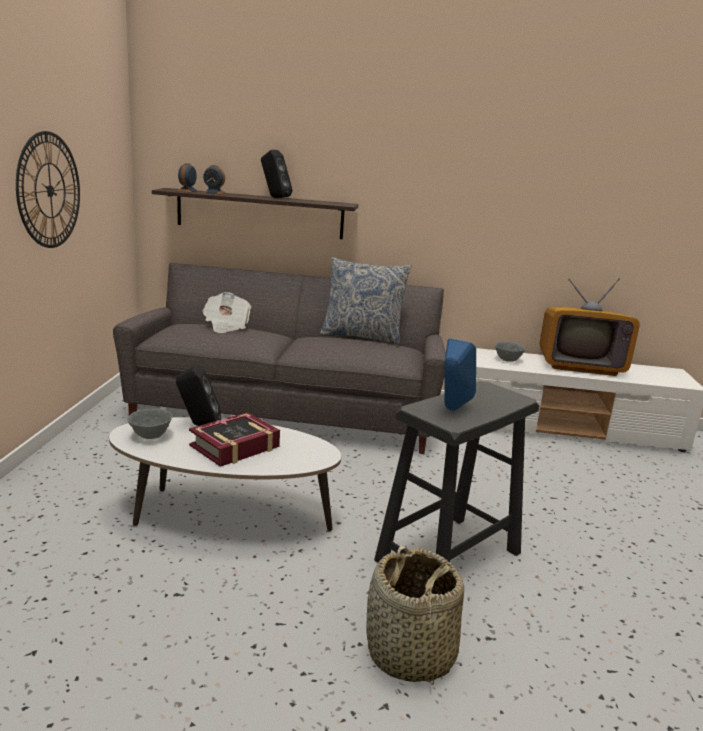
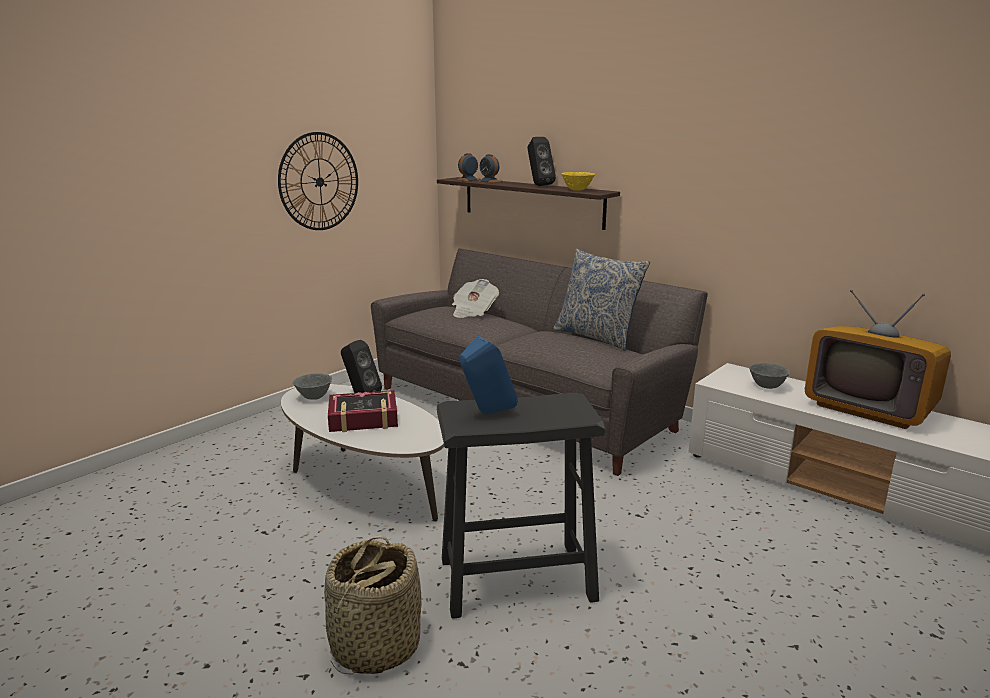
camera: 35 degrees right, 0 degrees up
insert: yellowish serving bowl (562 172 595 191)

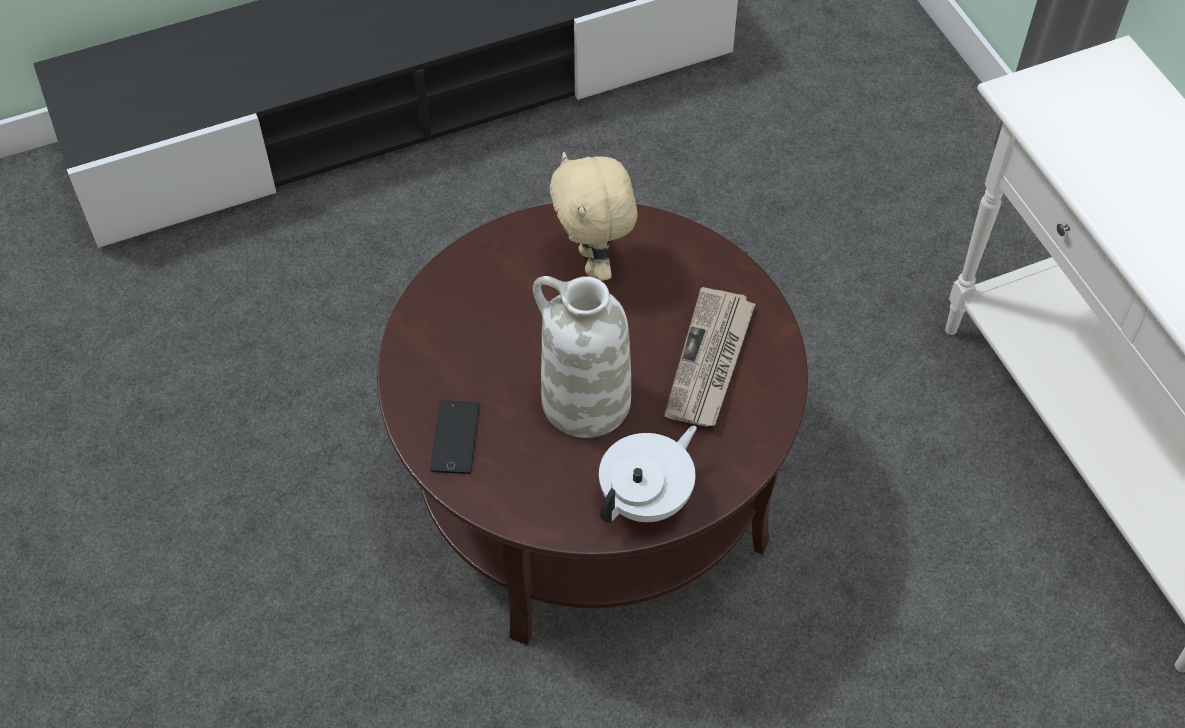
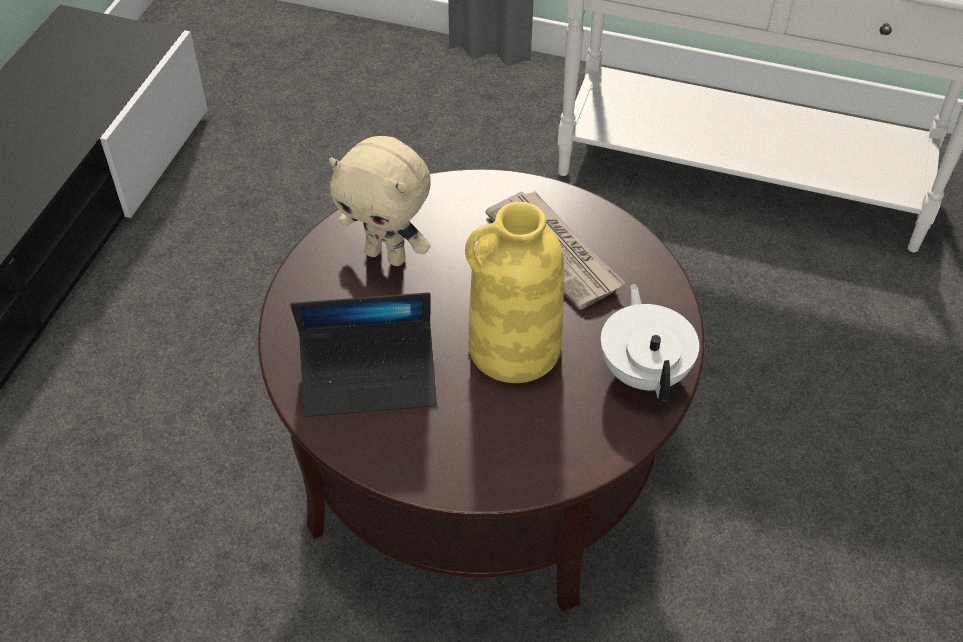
camera: 50 degrees left, 5 degrees down
delete: phone (430 400 480 474)
insert: portable computer (290 292 437 417)
recolor: white-coloured decorative vase (533 276 631 438) to yellowish decorative vase (465 202 564 383)

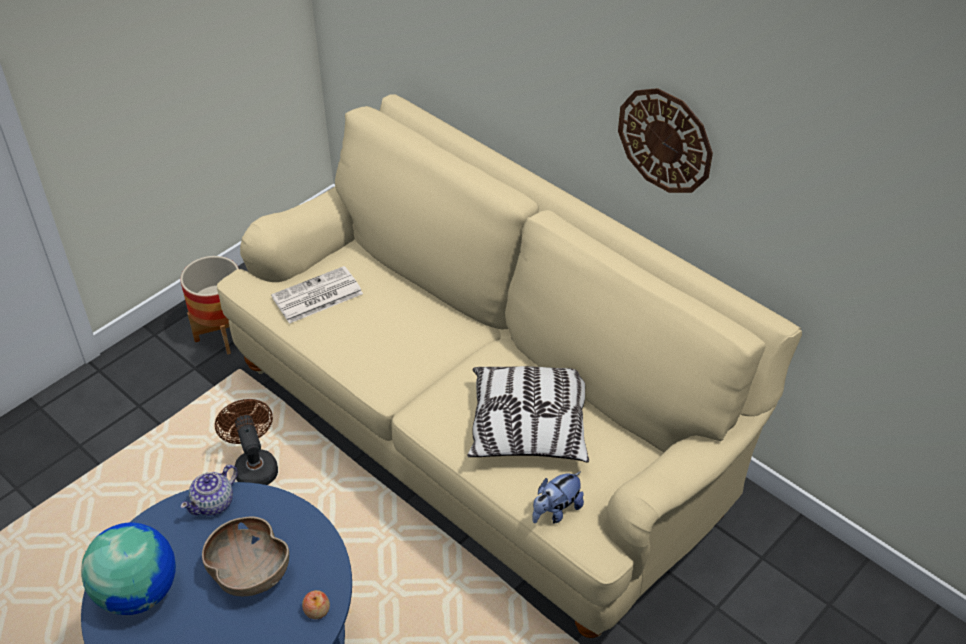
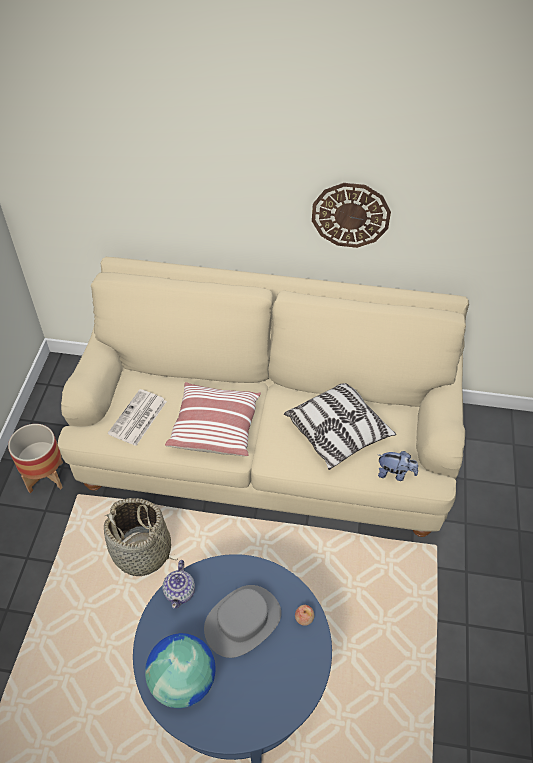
camera: 35 degrees left, 5 degrees up
insert: pillow (165 382 261 457)
replace: brown-coloured serving bowl (202 516 289 596) to grey hat (204 585 281 658); brown-coloured electric fan (215 399 278 485) to household basket (104 498 178 576)
rotate: cuddly toy (532 471 584 524) = (378 451 418 481) 90 degrees counterclockwise

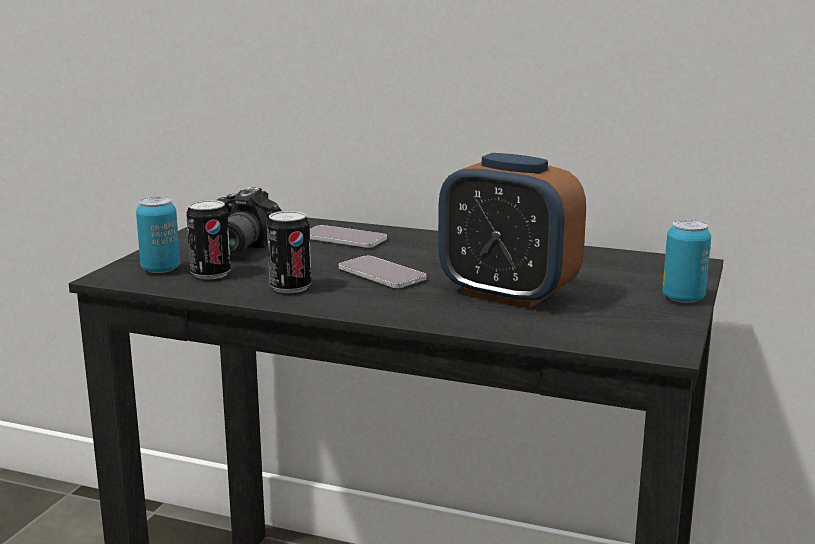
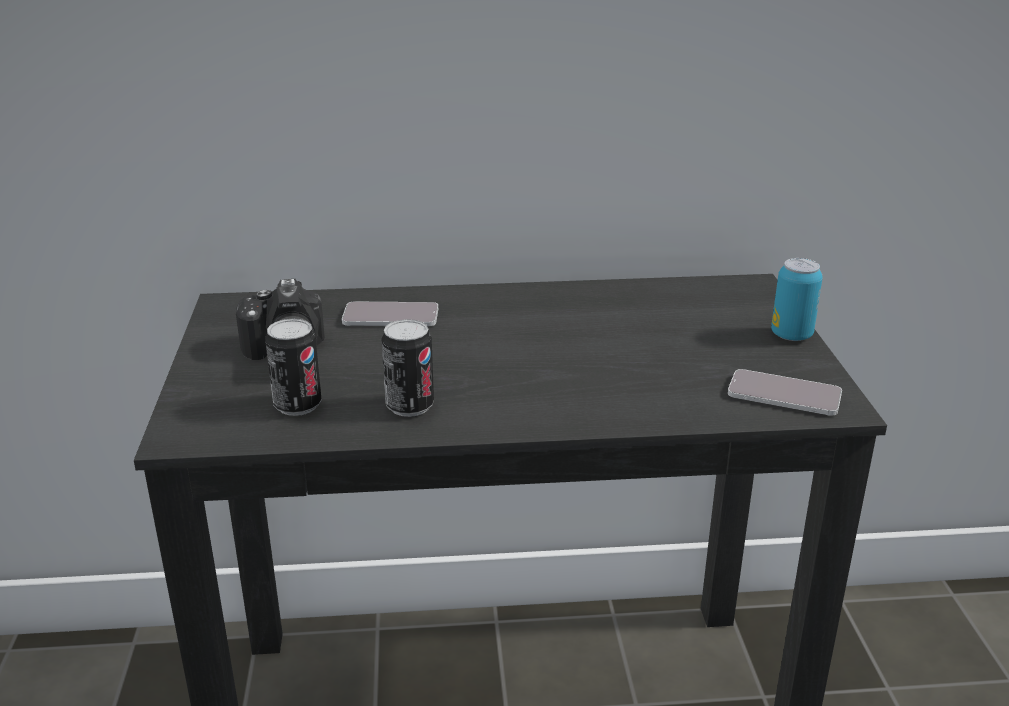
camera: 25 degrees left, 10 degrees up
delete: sealed can (136 197 180 273); table clock (438 153 586 308)
move: phone (339 256 427 288) to (728 369 842 416)

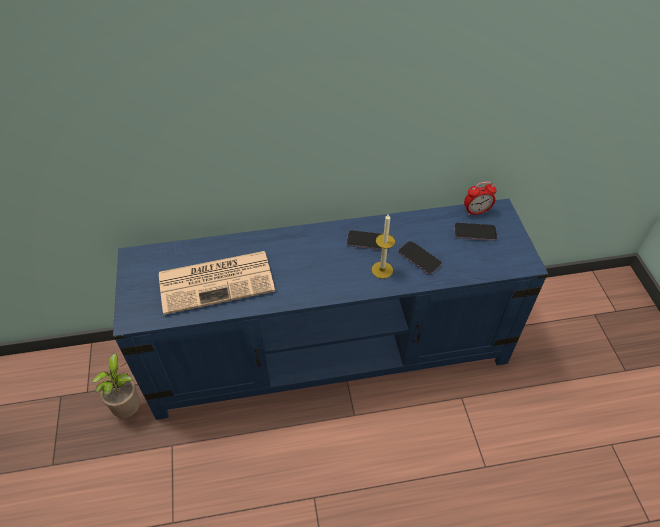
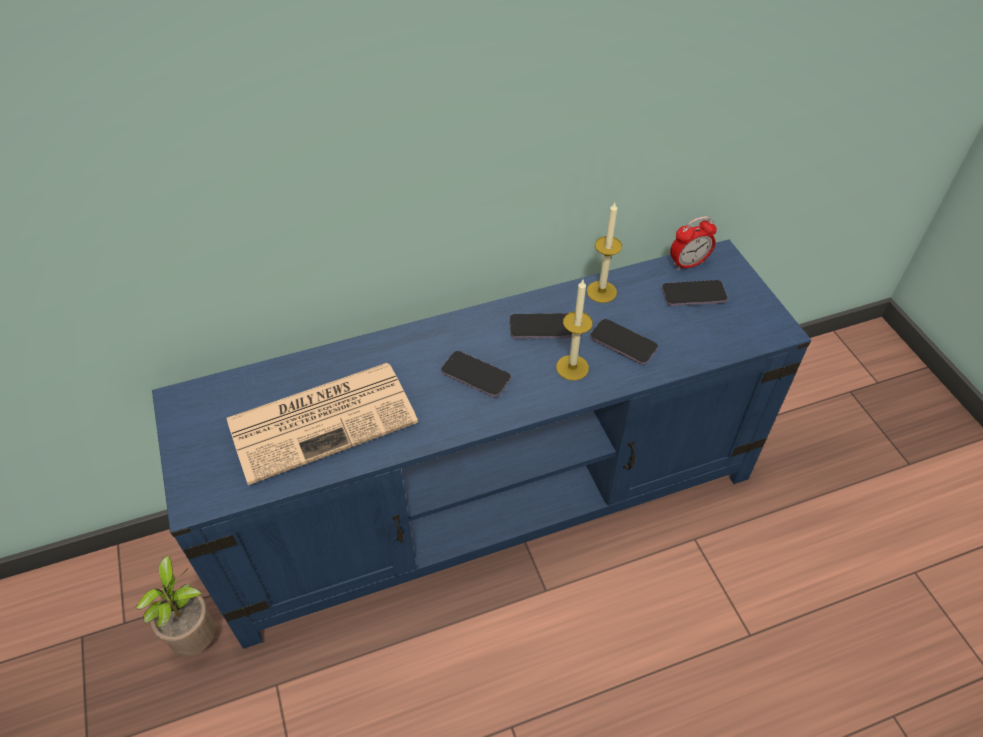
camera: 10 degrees left, 0 degrees up
insert: phone (441 351 511 397); wax light (587 203 622 303)

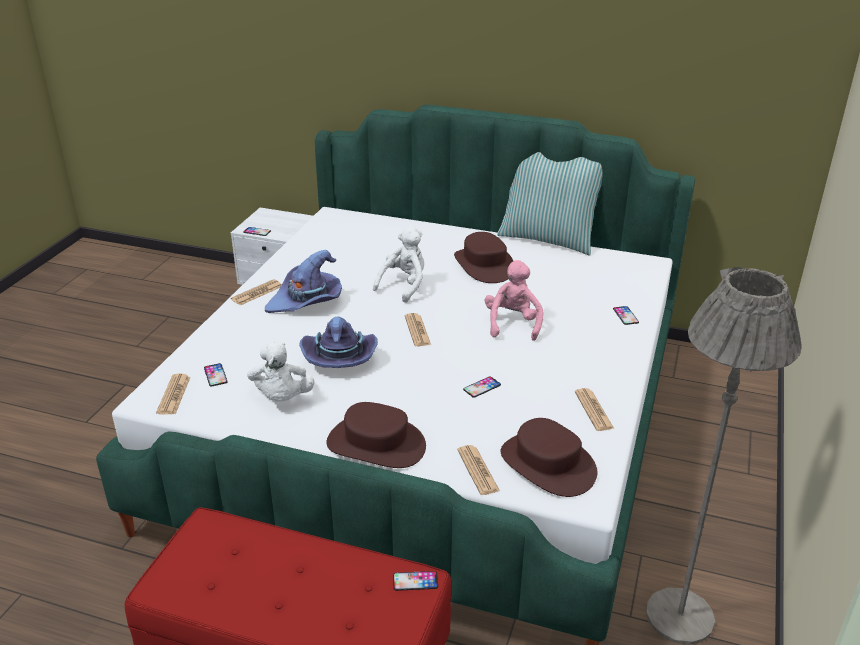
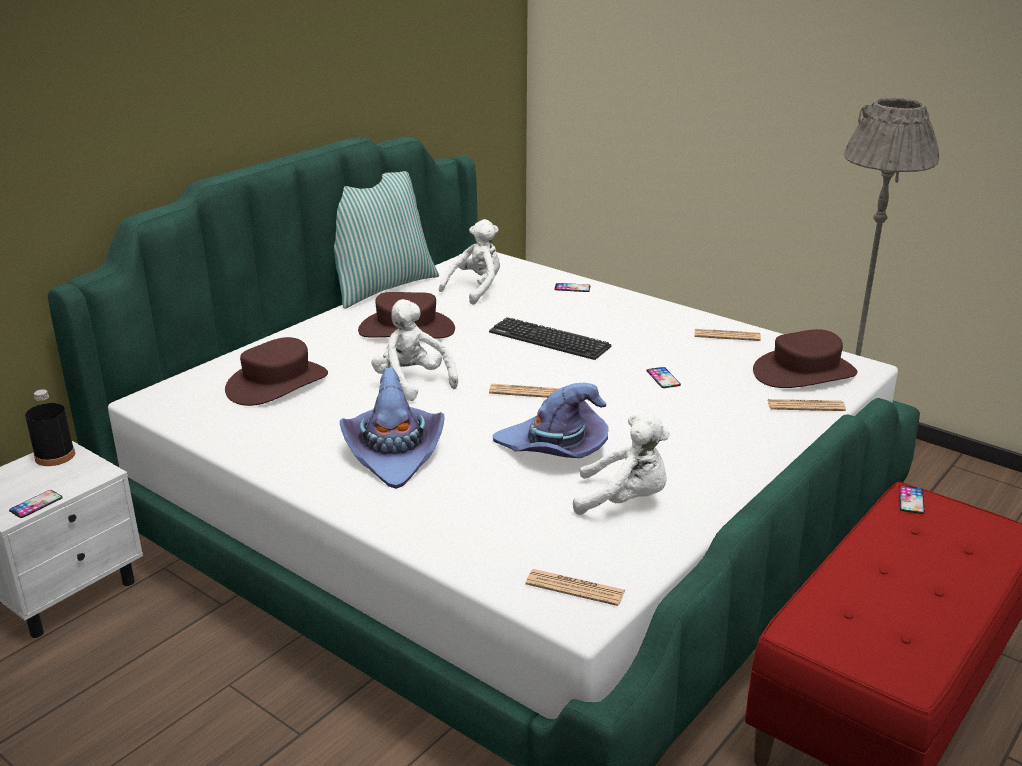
camera: 70 degrees left, 5 degrees down
delete: phone (204 363 227 386); daily paper (231 279 281 305)
insert: black-coloured drink bottle (25 389 75 466); white-coloured cuddly toy (439 219 500 305)
move: brown-coloured hat (326 402 426 468) to (225 337 328 406)
replace: pink-coloured cuddly toy (484 260 543 341) to computer keyboard (489 317 612 360)

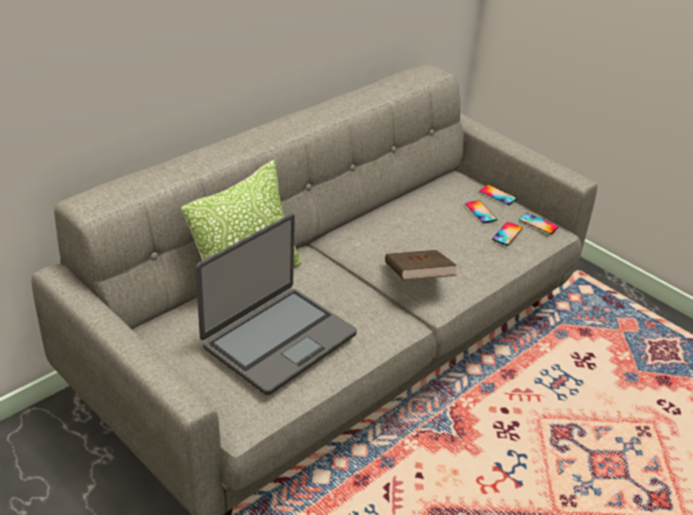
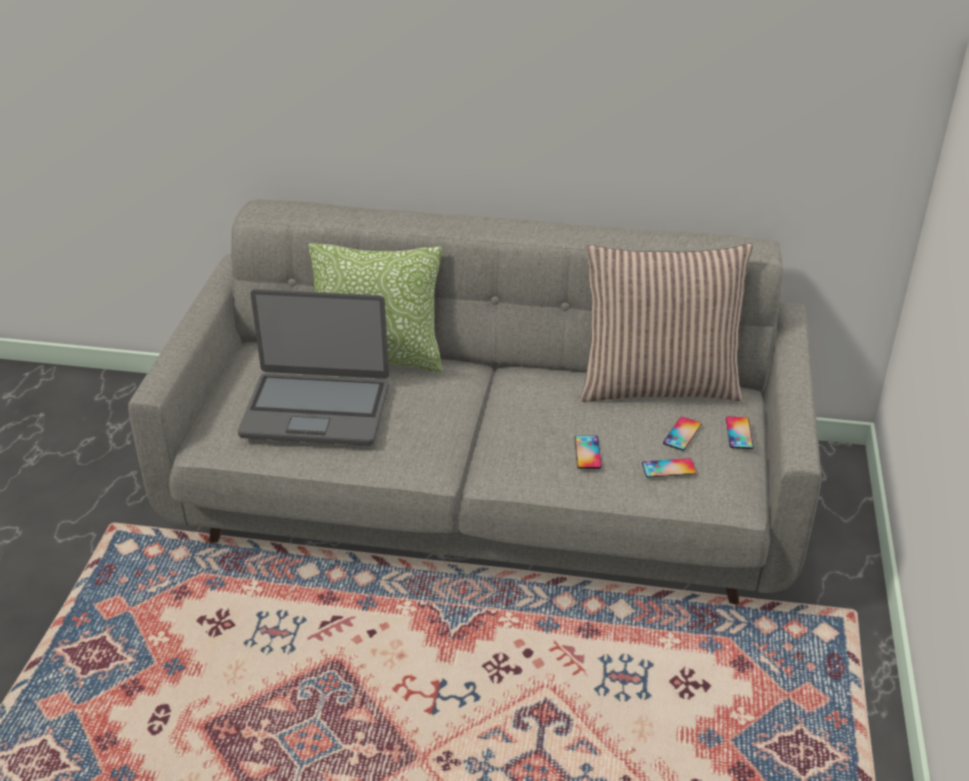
camera: 55 degrees right, 0 degrees up
delete: brown-coloured book (385 250 457 280)
insert: pillow (581 244 753 402)
move: phone (519 213 559 234) to (575 435 602 469)

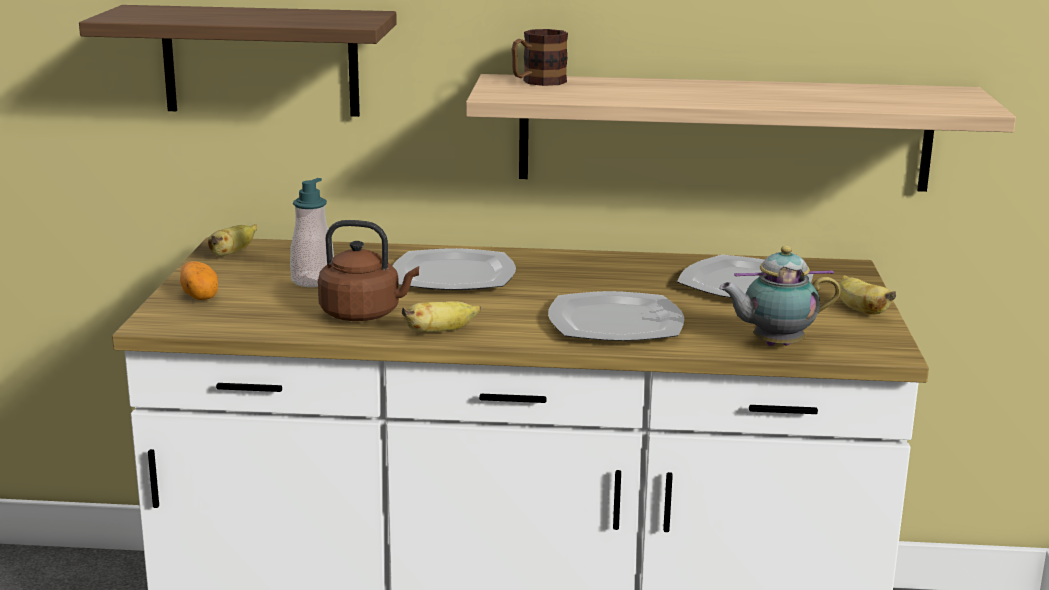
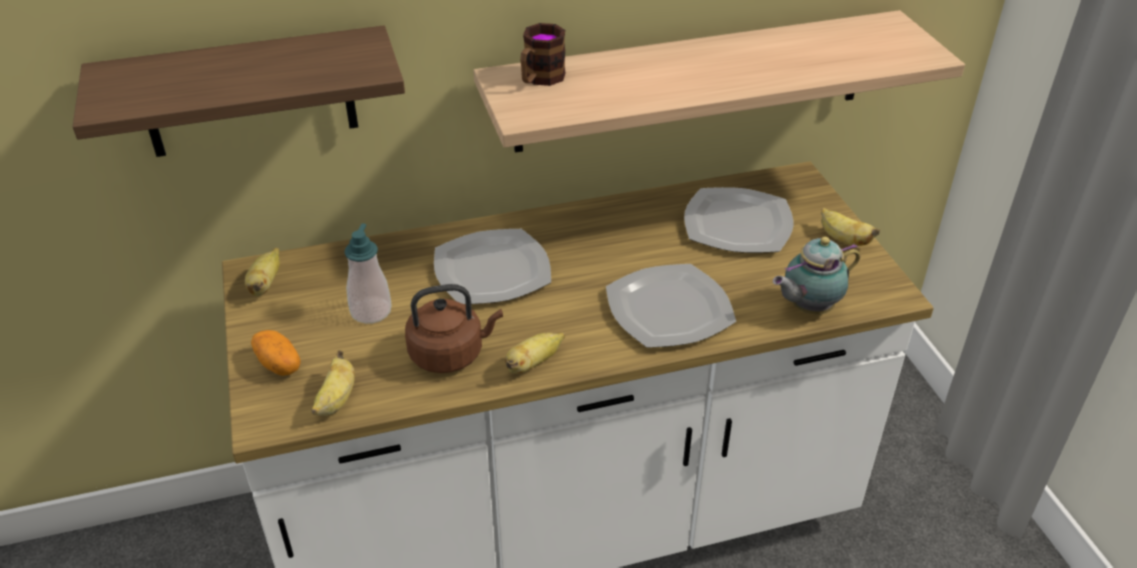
camera: 20 degrees left, 20 degrees up
insert: banana fruit (311 350 355 416)

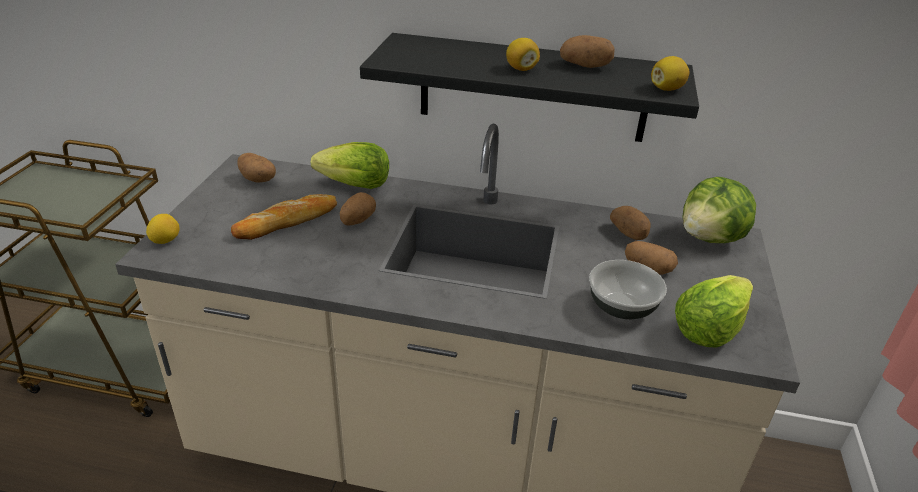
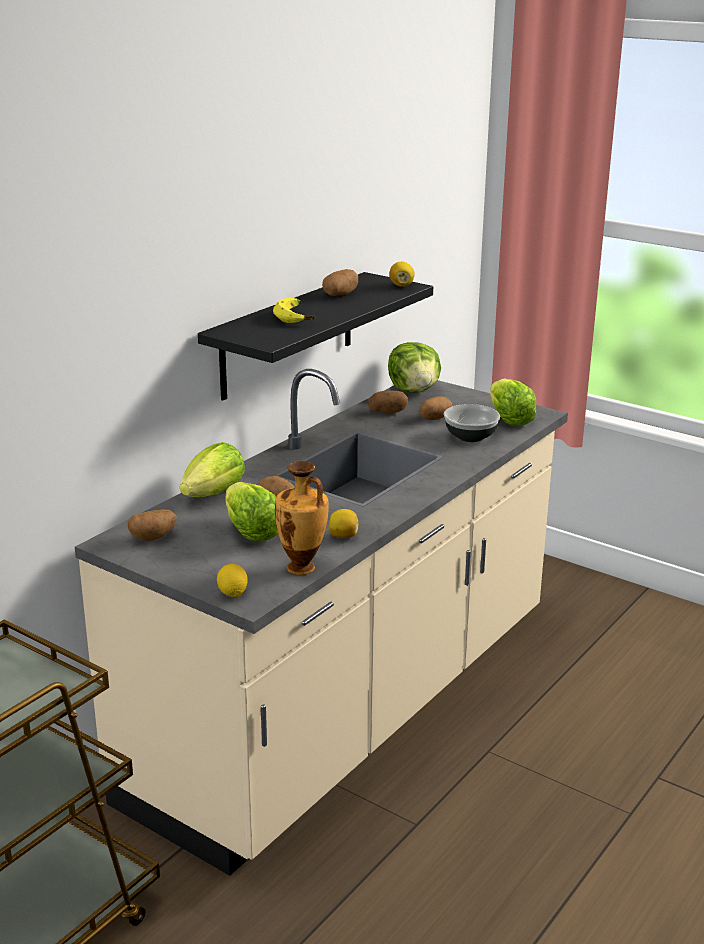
camera: 65 degrees left, 10 degrees down
insert: banana fruit (273 298 315 323); decorative vase (275 461 329 575)
move: lemon (506 38 540 71) to (329 509 358 538)
replace: baked bread (231 194 337 240) to lettuce head (225 482 278 542)

